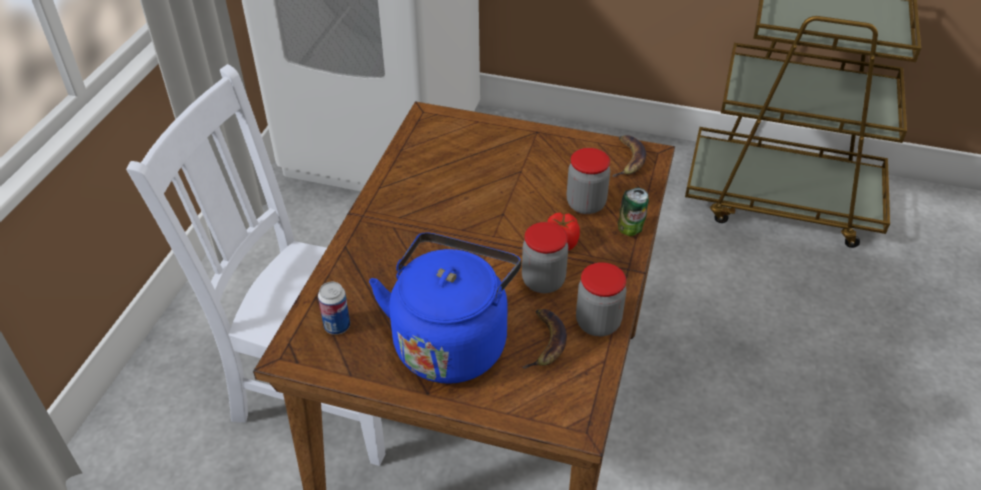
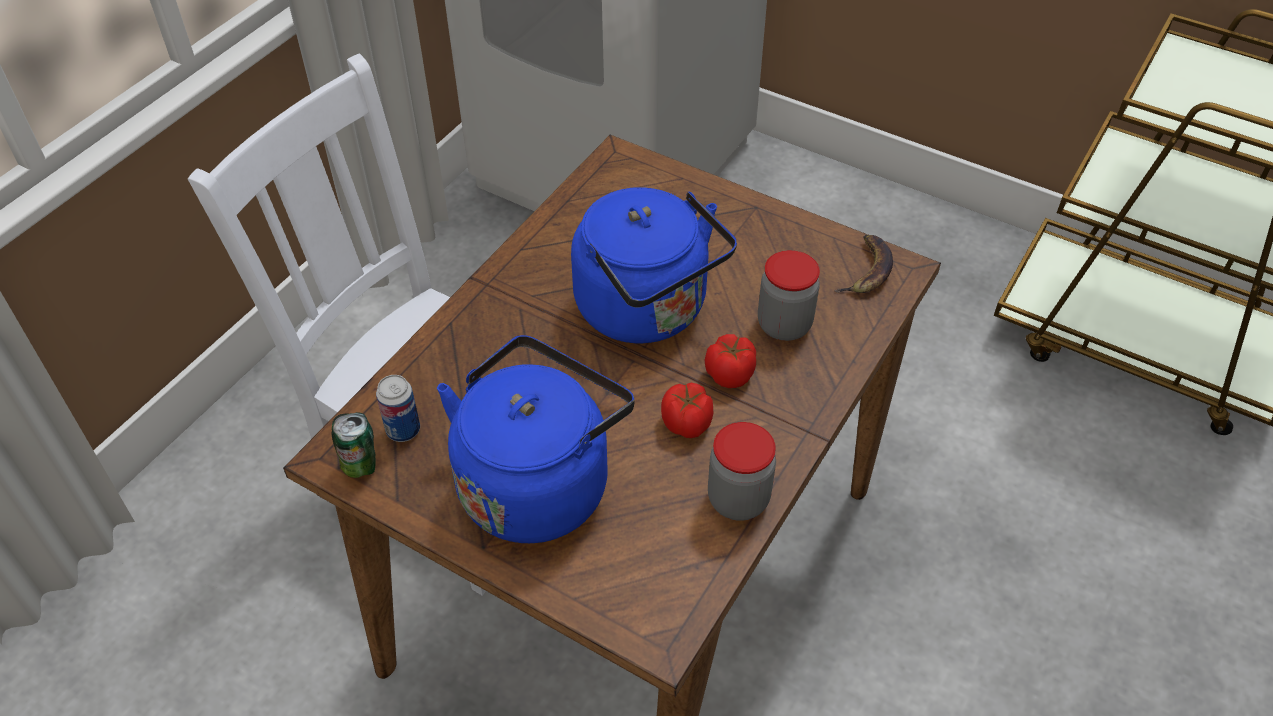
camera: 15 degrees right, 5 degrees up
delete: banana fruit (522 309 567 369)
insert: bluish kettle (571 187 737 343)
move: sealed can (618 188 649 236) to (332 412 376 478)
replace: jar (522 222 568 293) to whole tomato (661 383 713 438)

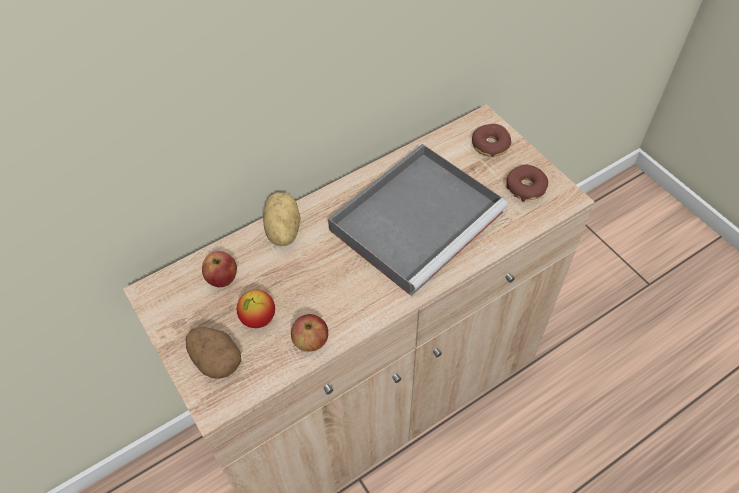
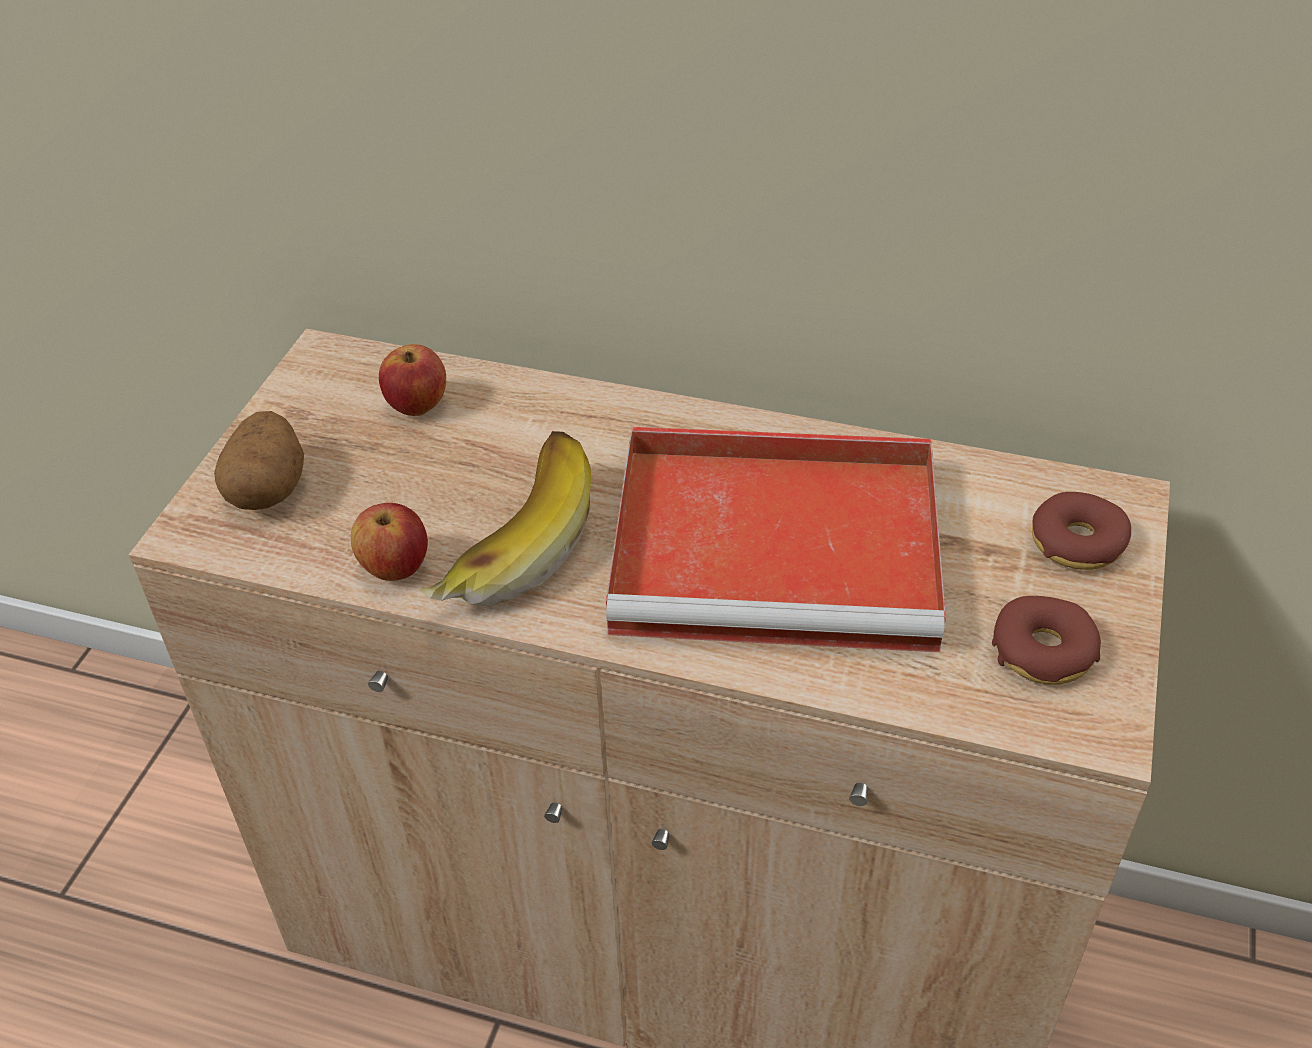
camera: 50 degrees right, 10 degrees down
delete: apple fruit (237 290 275 328); potato (263 192 301 246)
insert: banana fruit (420 431 591 607)
recolor: grey carrying tray (328 144 508 296) to red carrying tray (606 427 946 652)

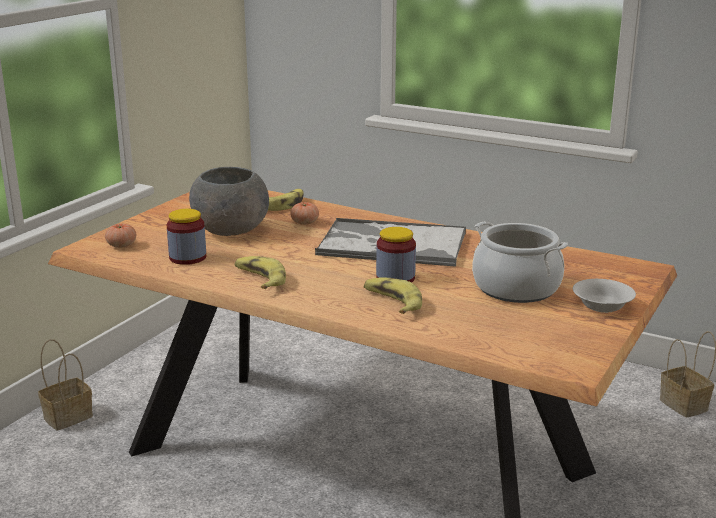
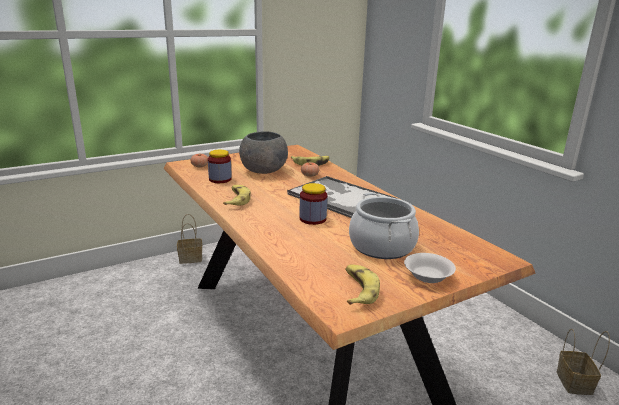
camera: 30 degrees right, 0 degrees up
move: banana fruit (364 277 422 314) to (346 264 380 305)

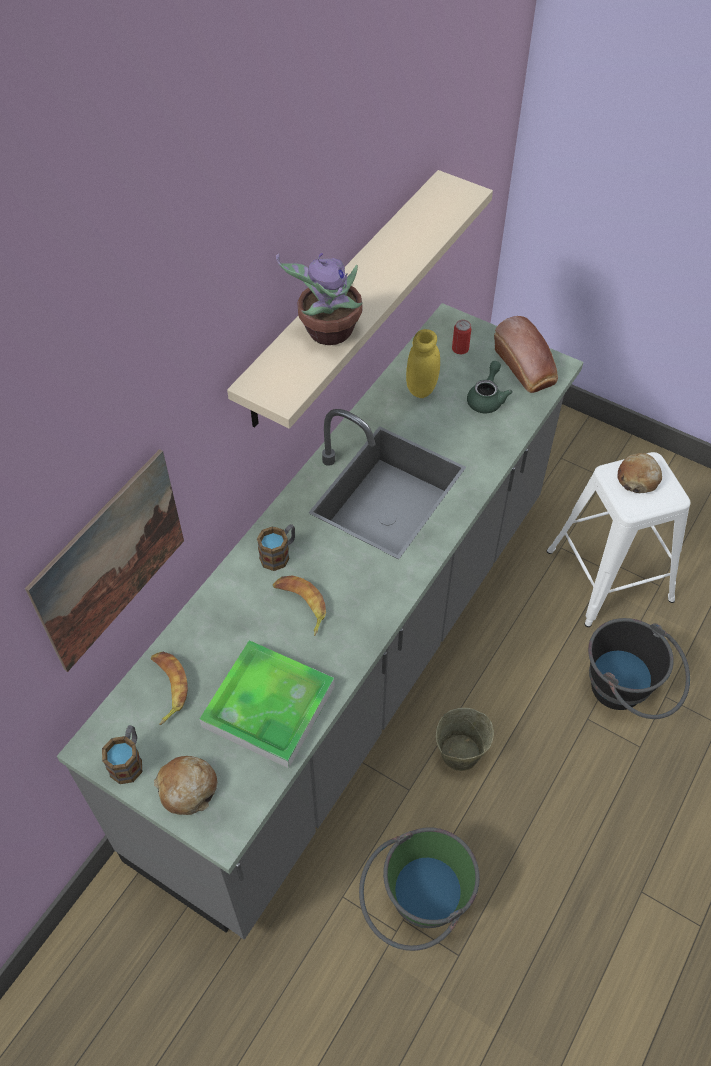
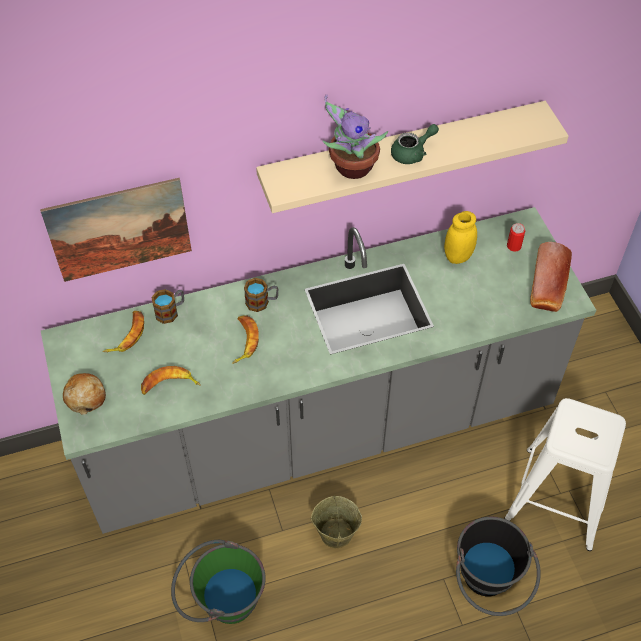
camera: 40 degrees right, 0 degrees up
delete: baked bread (618 453 662 493)
move: tea mug (102 725 142 784) to (151 289 184 324); green pot for tea (467 361 513 413) to (391 124 439 164)
replace: carrying tray (200 640 335 769) to banana fruit (141 366 201 395)

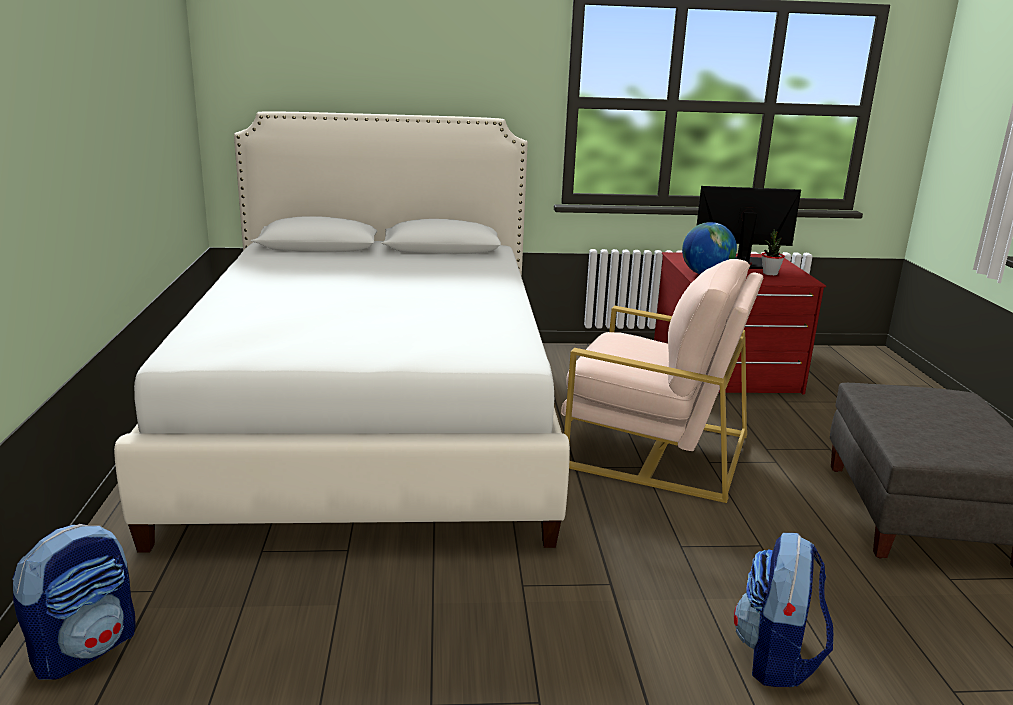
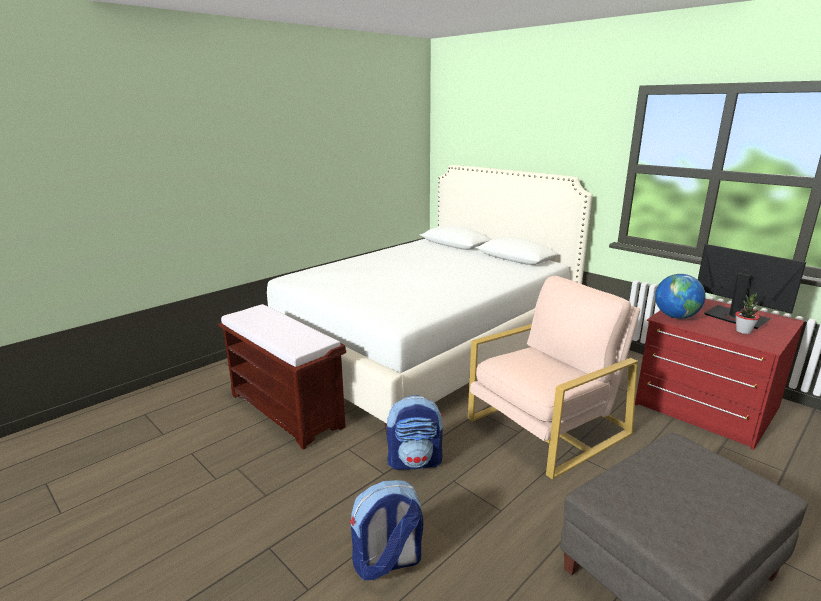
camera: 50 degrees right, 0 degrees up
insert: brown-coloured long seat (218 304 346 450)
move: backpack (13 524 136 679) to (387 395 443 470)
rotate: sand-coloured lounge chair (561 259 764 503) = (468 276 640 480) 105 degrees counterclockwise

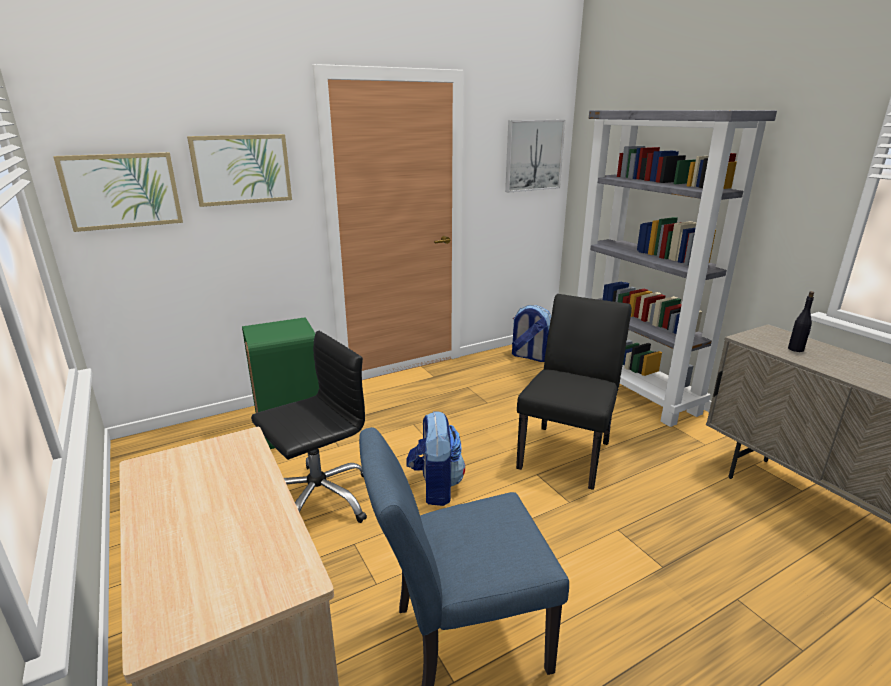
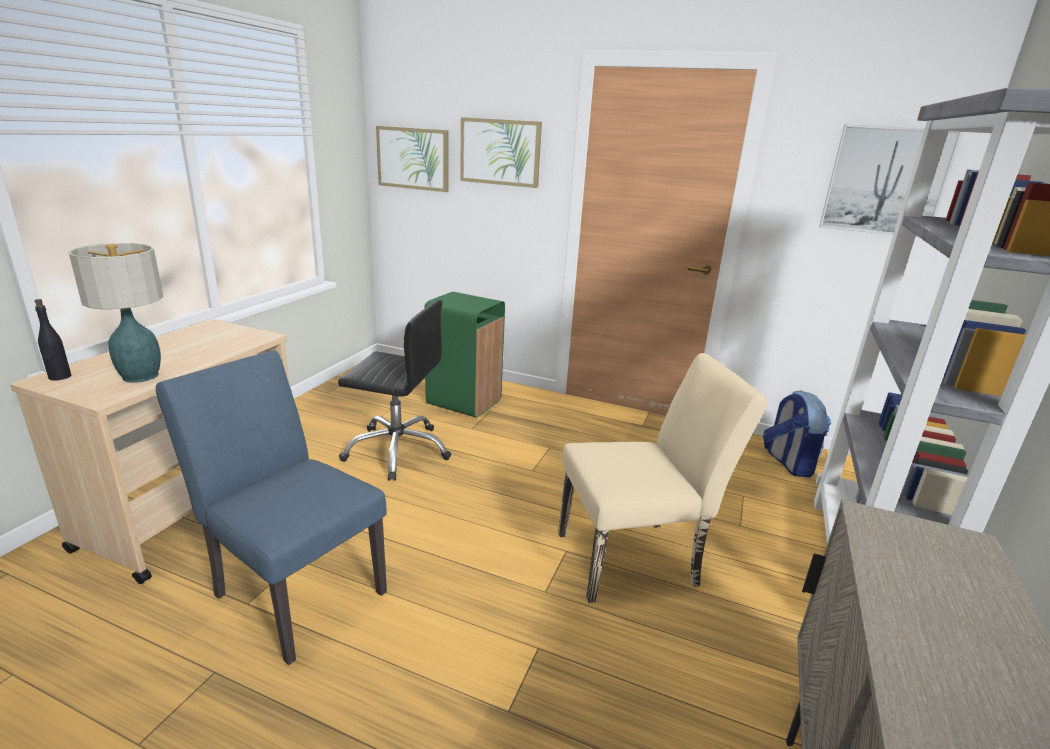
camera: 50 degrees right, 0 degrees up
delete: backpack (406 411 465 506)
insert: lamp for a table (69 243 163 383)
move: black-coloured drink bottle (788 291 814 352) to (35 299 71 381)
recolor: black-coloured chair (516 294 632 490) to sand-coloured chair (558 353 768 603)

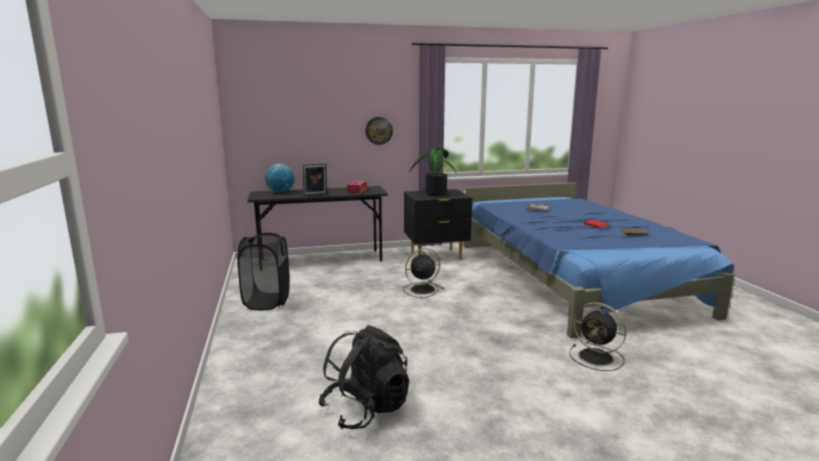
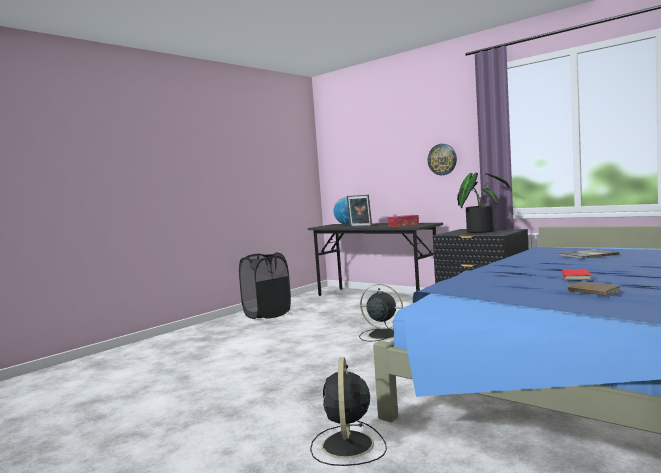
camera: 55 degrees right, 10 degrees down
delete: black-coloured backpack (318 325 409 429)

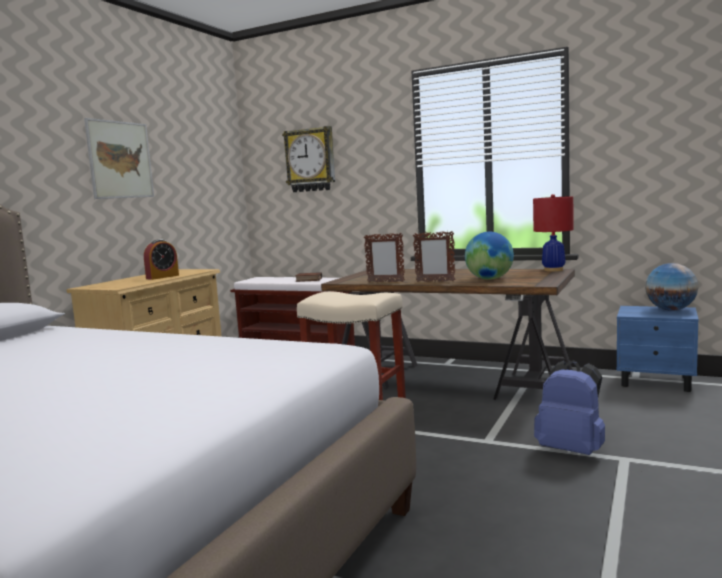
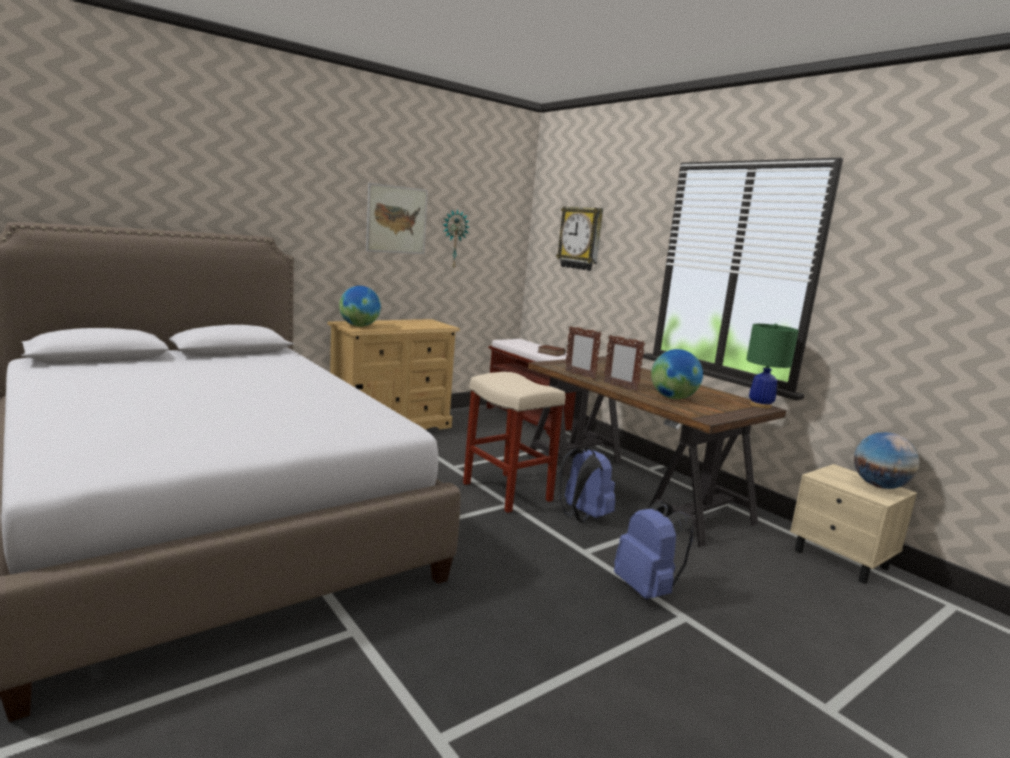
camera: 25 degrees right, 5 degrees up
delete: table clock (144 240 179 280)
insert: globe (339 286 381 327); hanging clock (443 209 469 268); bluish backpack (559 447 615 523)
recolor: red lamp for a table (533 194 573 272) to green lamp for a table (746 324 799 408); bluish nightstand (617 306 699 392) to sand-coloured nightstand (790 464 917 584)

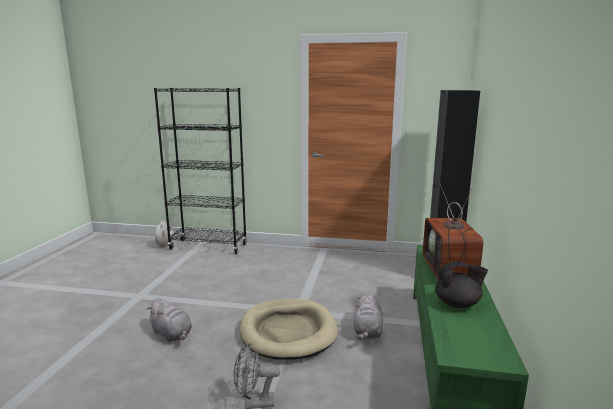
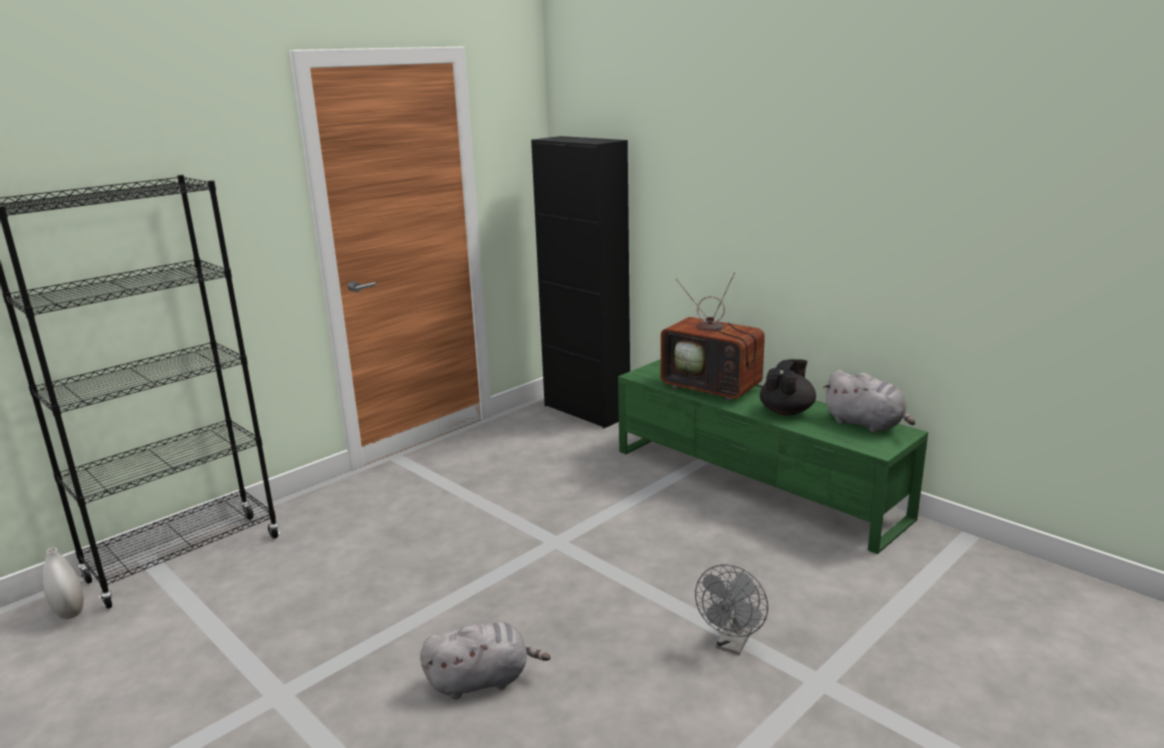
camera: 55 degrees left, 5 degrees up
delete: sand-coloured pet bed (240 299 338 360)
move: grey cuddly toy (353 292 383 340) to (823 370 915 433)

